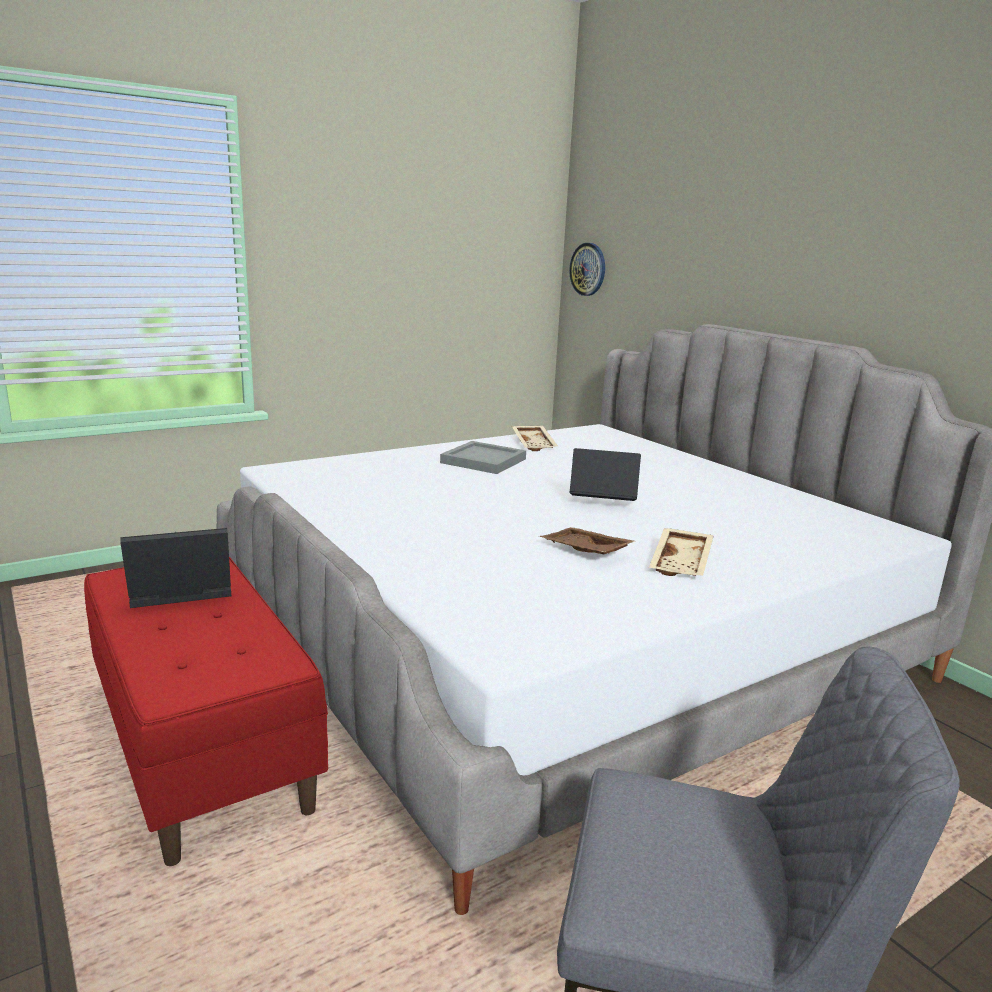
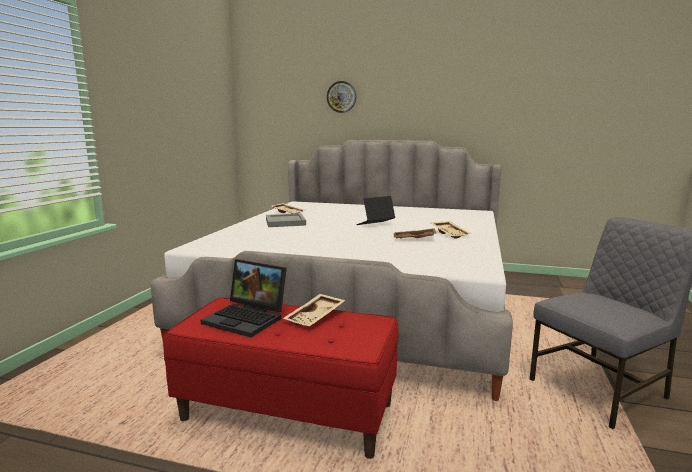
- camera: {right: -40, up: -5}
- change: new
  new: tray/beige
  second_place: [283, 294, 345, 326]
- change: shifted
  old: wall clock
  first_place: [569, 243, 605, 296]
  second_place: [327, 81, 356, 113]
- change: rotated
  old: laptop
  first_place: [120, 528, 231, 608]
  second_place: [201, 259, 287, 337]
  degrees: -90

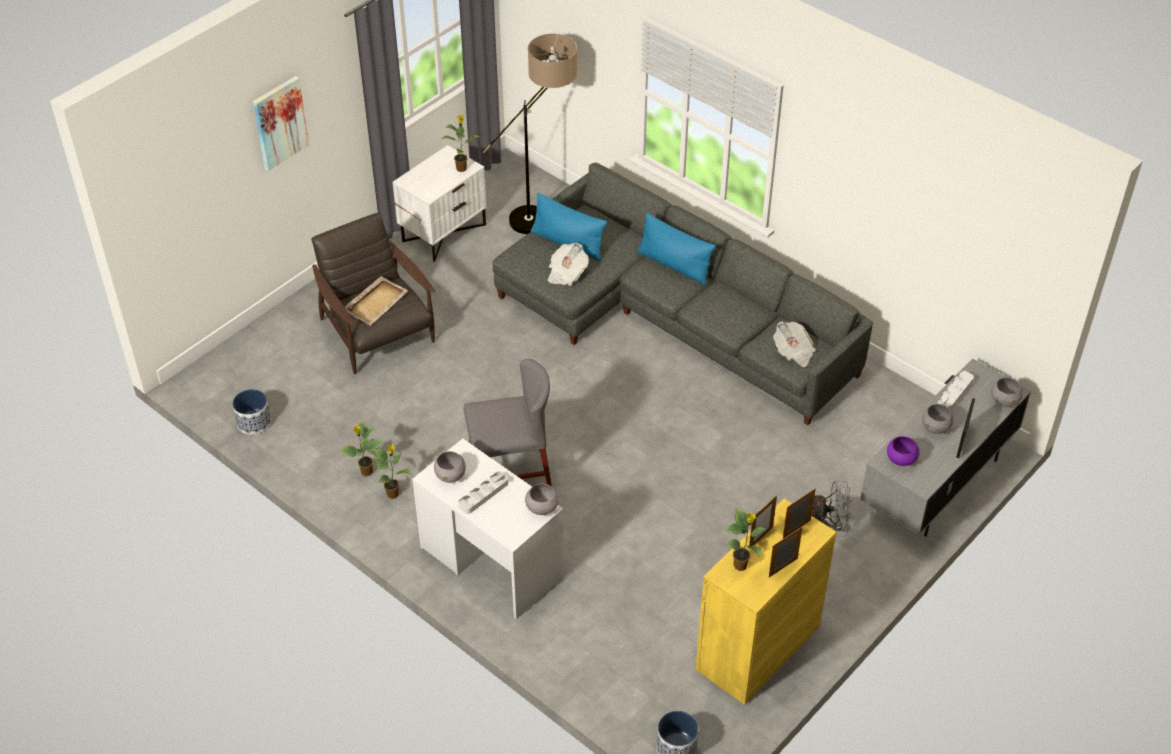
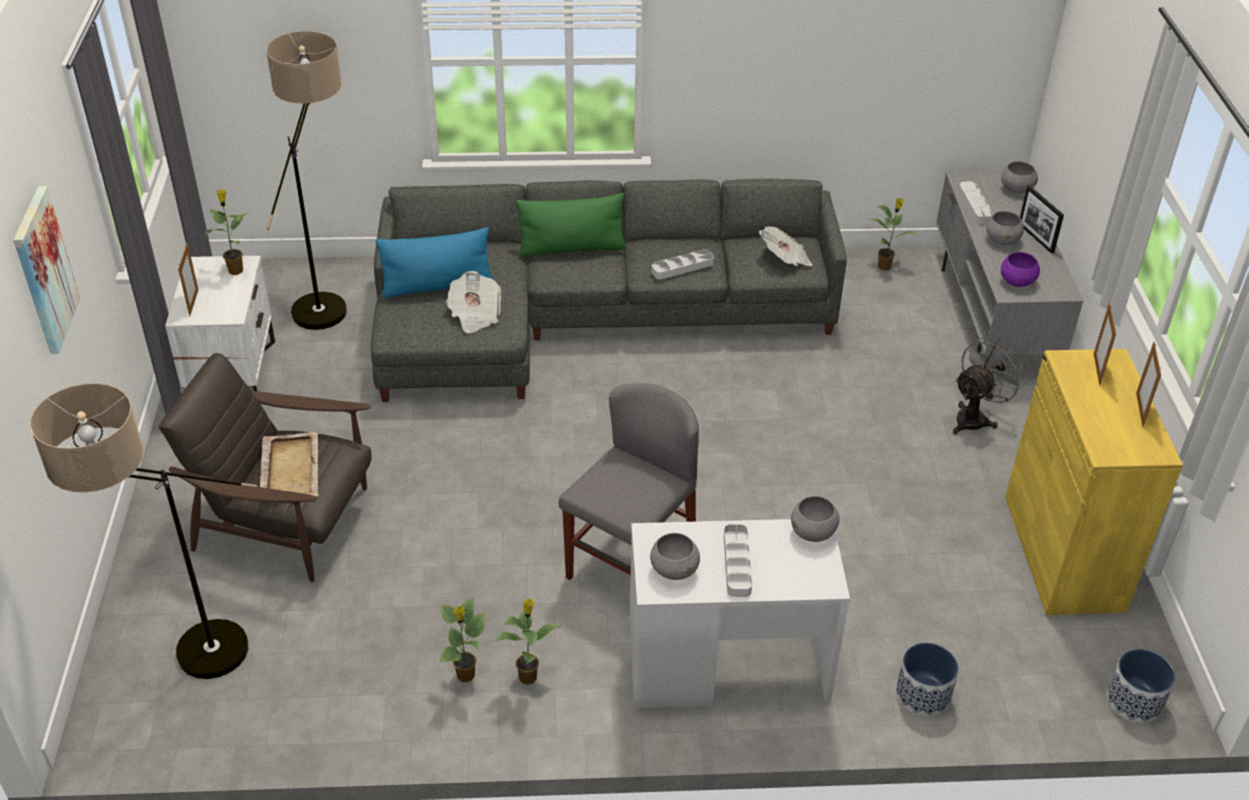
- camera: {right: -45, up: -5}
- change: new
  new: floor lamp
  second_place: [30, 383, 257, 679]
- change: new
  new: tray/grey
  second_place: [651, 249, 714, 279]
- change: shifted
  old: planter
  first_place: [232, 389, 271, 435]
  second_place: [896, 642, 959, 716]
- change: shifted
  old: potted plant
  first_place: [724, 508, 766, 571]
  second_place: [869, 198, 918, 271]
- change: shifted
  old: picture frame
  first_place: [749, 495, 777, 546]
  second_place: [178, 243, 198, 316]
- change: repainted
  old: pillow/blue
  new: pillow/green
  first_place: [637, 213, 716, 285]
  second_place: [516, 193, 627, 257]

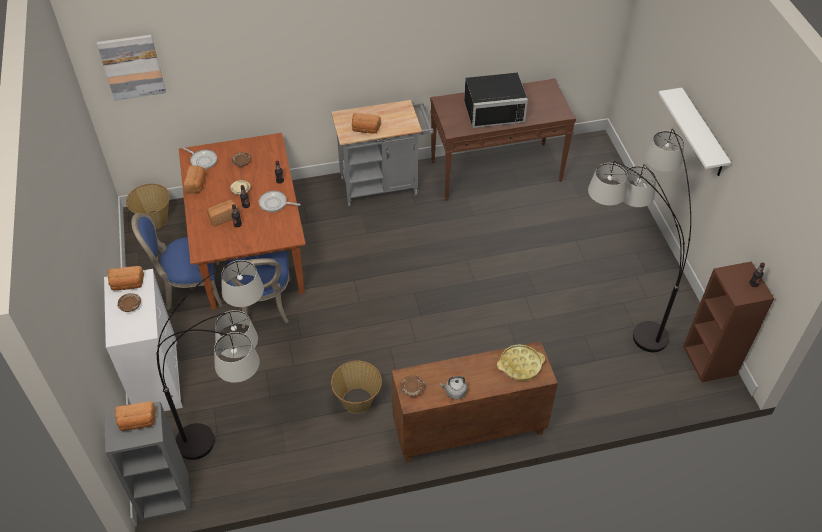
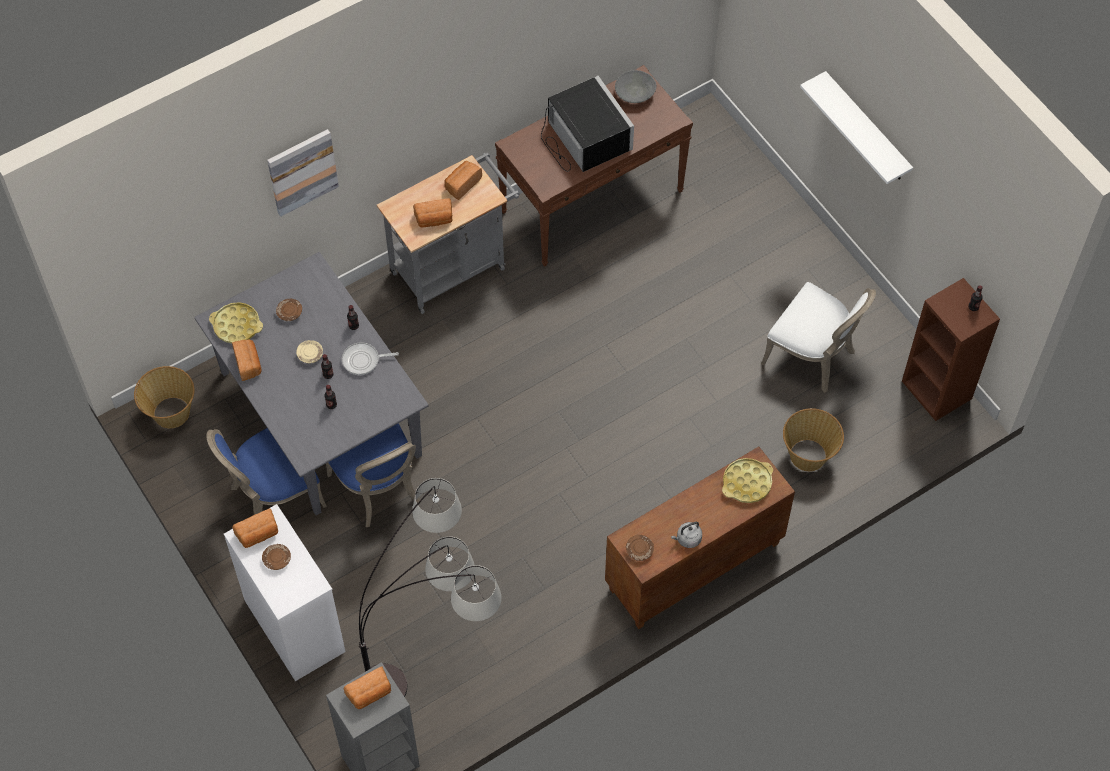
- camera: {right: -20, up: 10}
- change: new
  new: bowl/grey
  second_place: [615, 70, 656, 103]
- change: shifted
  old: picture
  first_place: [97, 35, 166, 100]
  second_place: [267, 129, 339, 217]
- change: shifted
  old: bread
  first_place: [207, 200, 240, 227]
  second_place: [444, 161, 482, 200]
- change: shifted
  old: basket
  first_place: [331, 361, 382, 414]
  second_place: [783, 408, 844, 471]
- change: swapped
  old: frying pan
  new: tray/yellow
  first_place: [182, 147, 217, 169]
  second_place: [209, 302, 263, 343]
- change: swapped
  old: floor lamp
  new: chair/white
  first_place: [588, 129, 691, 352]
  second_place: [761, 282, 876, 393]
- change: repainted
  old: dining table/brown
  new: dining table/grey
  first_place: [179, 133, 306, 310]
  second_place: [194, 252, 429, 515]
- change: rotated
  old: microwave/black
  first_place: [464, 73, 528, 128]
  second_place: [541, 76, 634, 172]
  degrees: -90

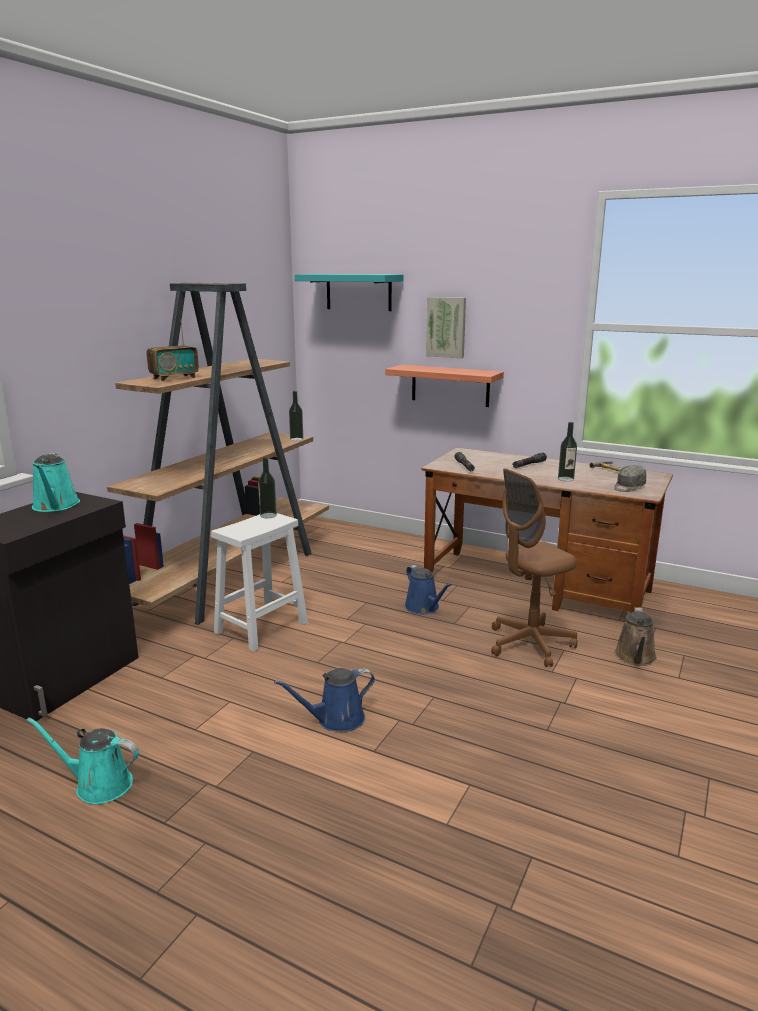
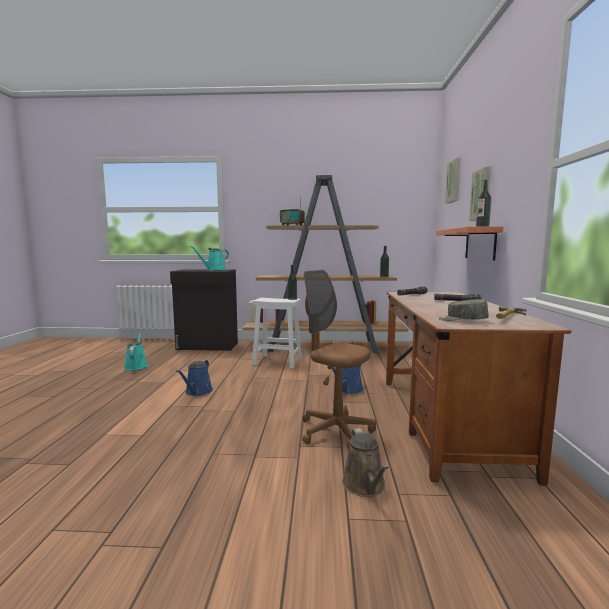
- camera: {right: 65, up: -10}
- change: shifted
  old: bottle
  first_place: [558, 422, 577, 481]
  second_place: [476, 180, 491, 227]
- change: swapped
  old: shelf/turquoise
  new: picture
  first_place: [295, 274, 404, 311]
  second_place: [445, 158, 461, 204]
- change: rotated
  old: watering can/blue
  first_place: [274, 668, 375, 731]
  second_place: [176, 360, 213, 396]
  degrees: -120
- change: rotated
  old: watering can/brown
  first_place: [614, 607, 657, 666]
  second_place: [342, 428, 389, 497]
  degrees: -90

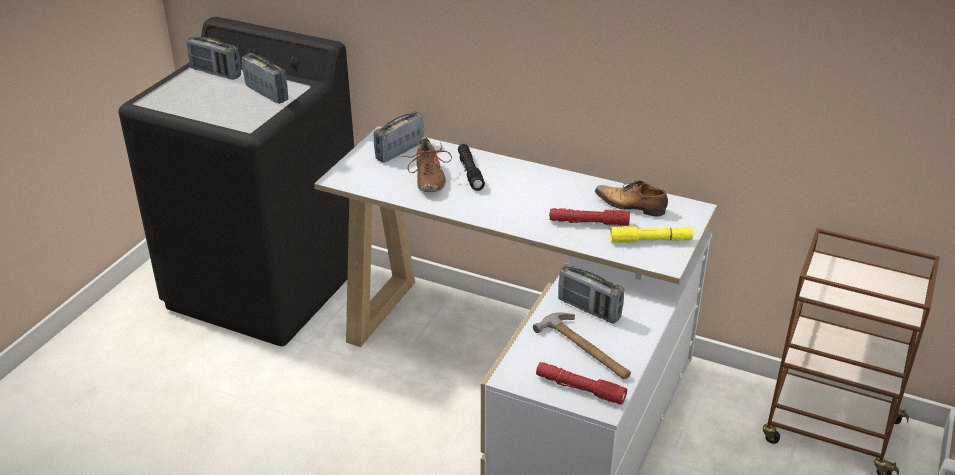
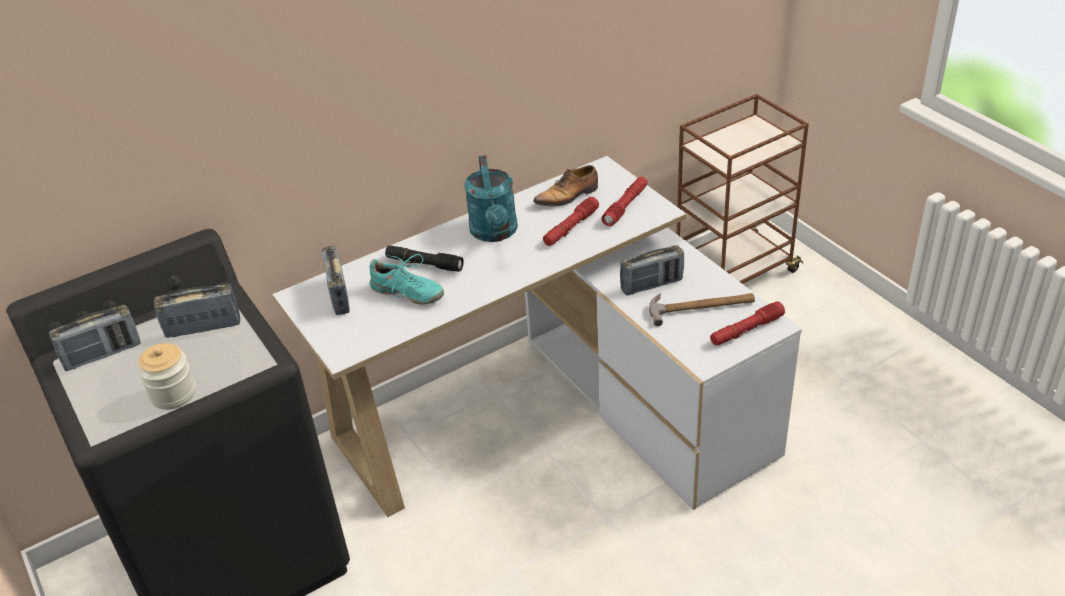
- camera: {right: -55, up: 5}
- change: new
  new: jar
  second_place: [138, 343, 196, 410]
- change: new
  new: watering can/turquoise
  second_place: [464, 155, 518, 242]
- change: repainted
  old: shoe/brown
  new: shoe/turquoise
  first_place: [402, 137, 452, 192]
  second_place: [370, 254, 444, 305]
- change: repainted
  old: flashlight/yellow
  new: flashlight/red
  first_place: [610, 226, 693, 243]
  second_place: [602, 177, 648, 226]

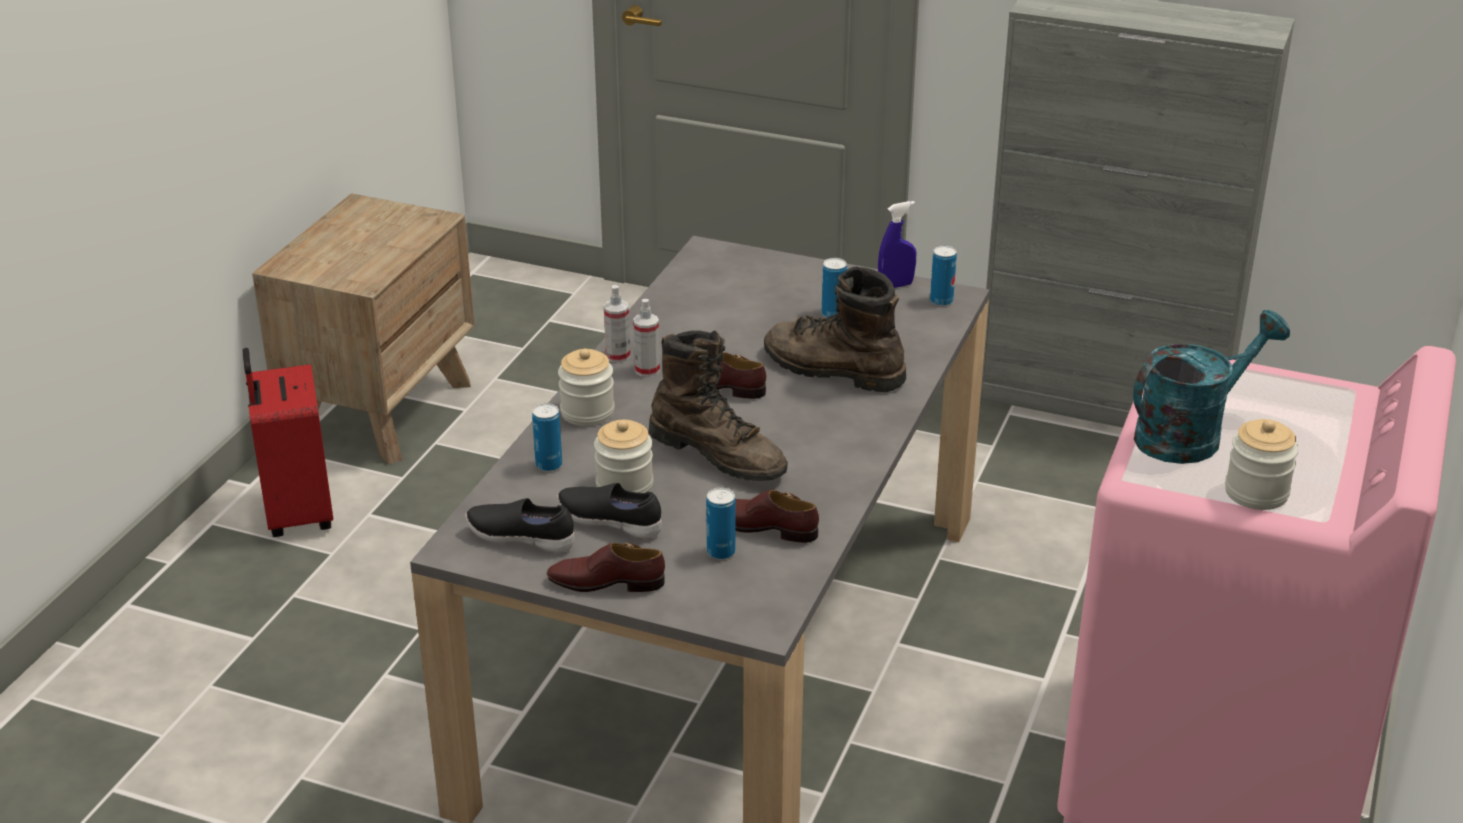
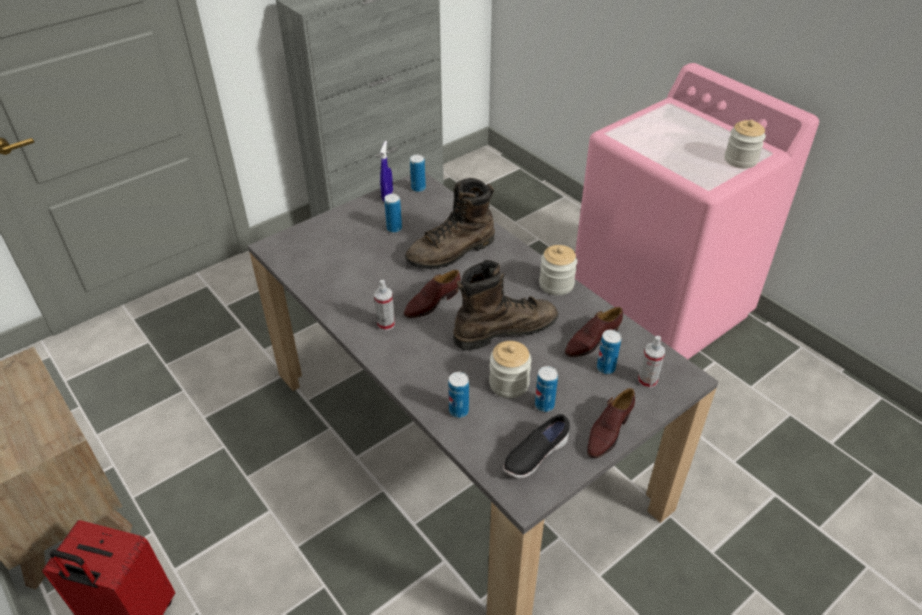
- camera: {right: -60, up: 10}
- change: gone
  old: watering can/turquoise
  first_place: [1133, 310, 1290, 464]
- change: shifted
  old: jar
  first_place: [558, 349, 615, 426]
  second_place: [539, 245, 577, 296]
- change: shifted
  old: spray bottle
  first_place: [604, 285, 630, 363]
  second_place: [638, 336, 665, 388]
- change: swapped
  old: shoe/black
  new: can
  first_place: [557, 483, 662, 539]
  second_place: [535, 366, 558, 412]

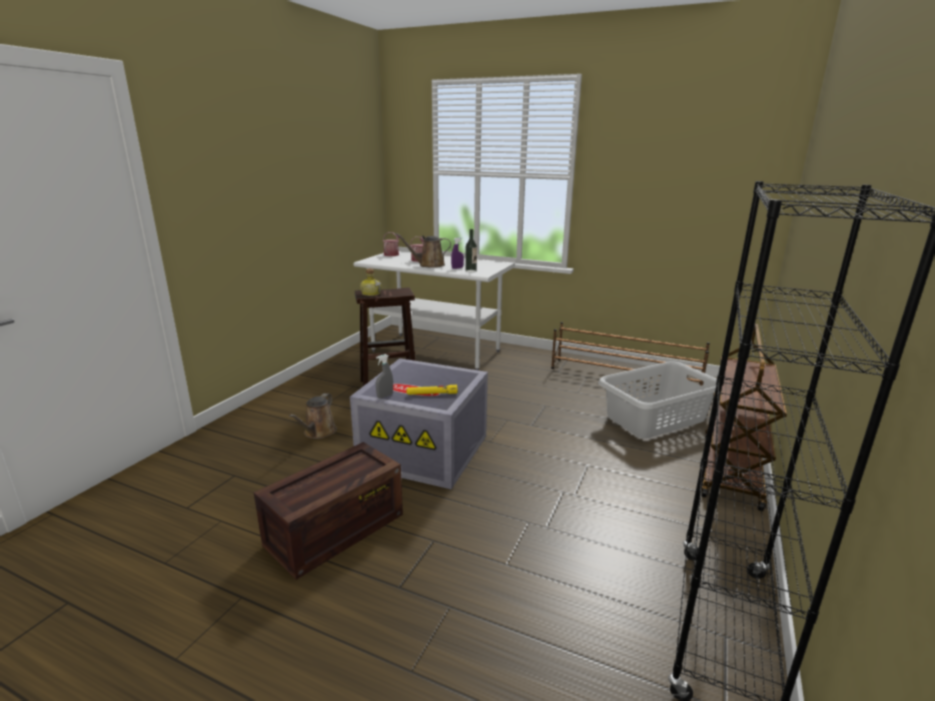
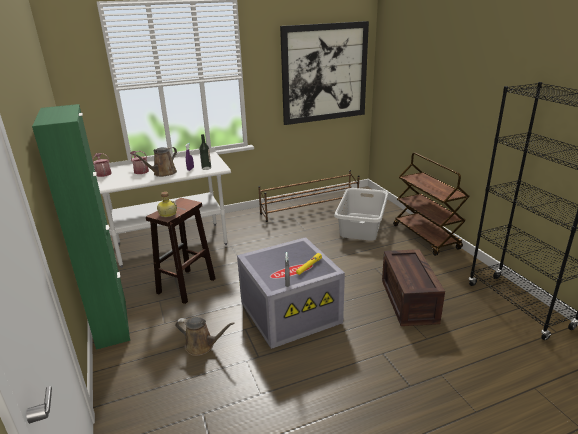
- camera: {right: -45, up: 5}
- change: new
  new: cabinet/green
  second_place: [32, 104, 130, 350]
- change: new
  new: picture
  second_place: [280, 21, 369, 125]
- change: shifted
  old: crate
  first_place: [254, 442, 403, 580]
  second_place: [382, 249, 445, 326]
- change: rotated
  old: watering can/brown
  first_place: [289, 393, 337, 439]
  second_place: [175, 317, 235, 356]
  degrees: -45

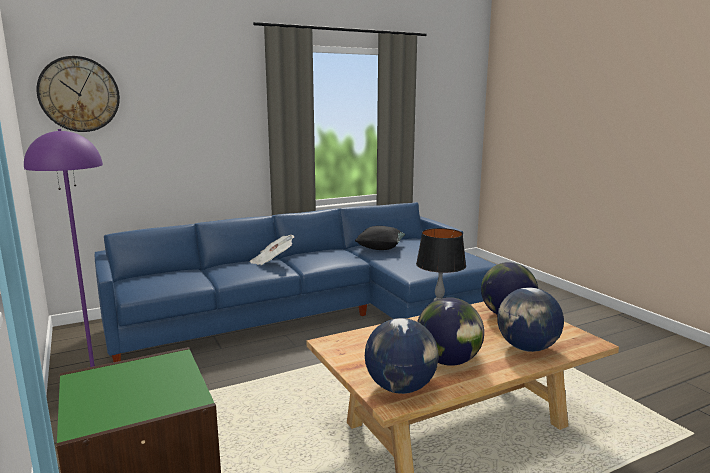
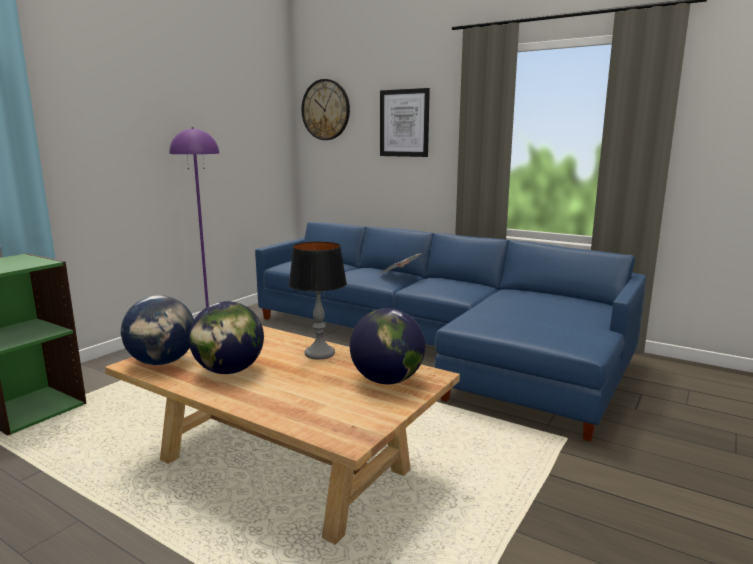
- camera: {right: 60, up: 0}
- change: gone
  old: pillow/black
  first_place: [355, 226, 406, 250]
- change: gone
  old: globe
  first_place: [497, 287, 564, 352]
- change: new
  new: picture
  second_place: [380, 88, 430, 157]

